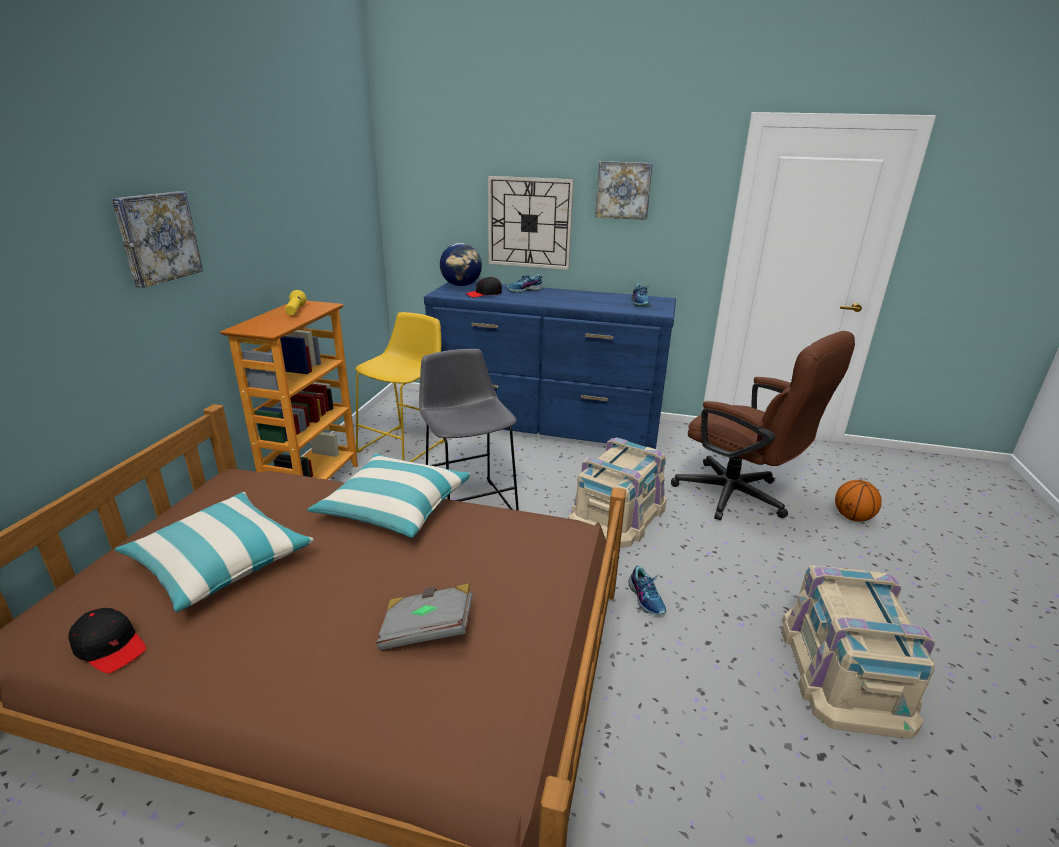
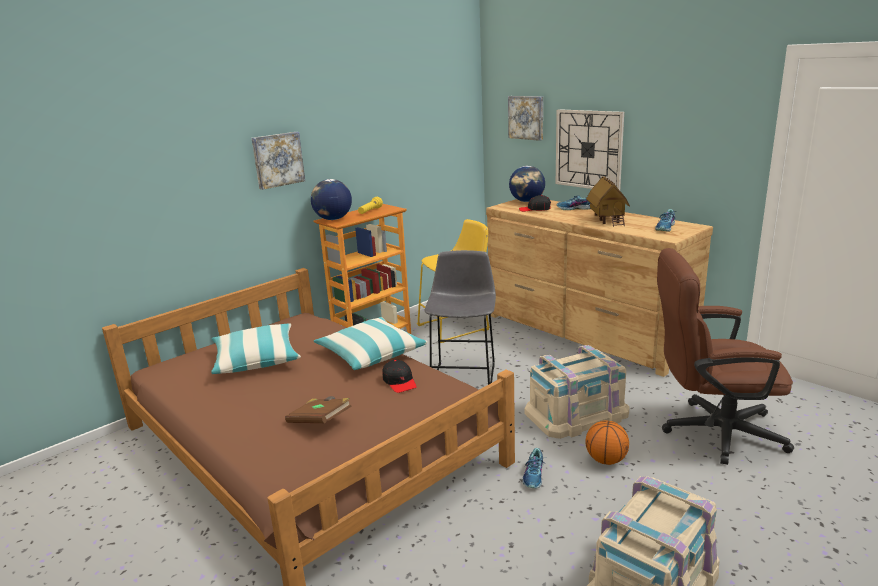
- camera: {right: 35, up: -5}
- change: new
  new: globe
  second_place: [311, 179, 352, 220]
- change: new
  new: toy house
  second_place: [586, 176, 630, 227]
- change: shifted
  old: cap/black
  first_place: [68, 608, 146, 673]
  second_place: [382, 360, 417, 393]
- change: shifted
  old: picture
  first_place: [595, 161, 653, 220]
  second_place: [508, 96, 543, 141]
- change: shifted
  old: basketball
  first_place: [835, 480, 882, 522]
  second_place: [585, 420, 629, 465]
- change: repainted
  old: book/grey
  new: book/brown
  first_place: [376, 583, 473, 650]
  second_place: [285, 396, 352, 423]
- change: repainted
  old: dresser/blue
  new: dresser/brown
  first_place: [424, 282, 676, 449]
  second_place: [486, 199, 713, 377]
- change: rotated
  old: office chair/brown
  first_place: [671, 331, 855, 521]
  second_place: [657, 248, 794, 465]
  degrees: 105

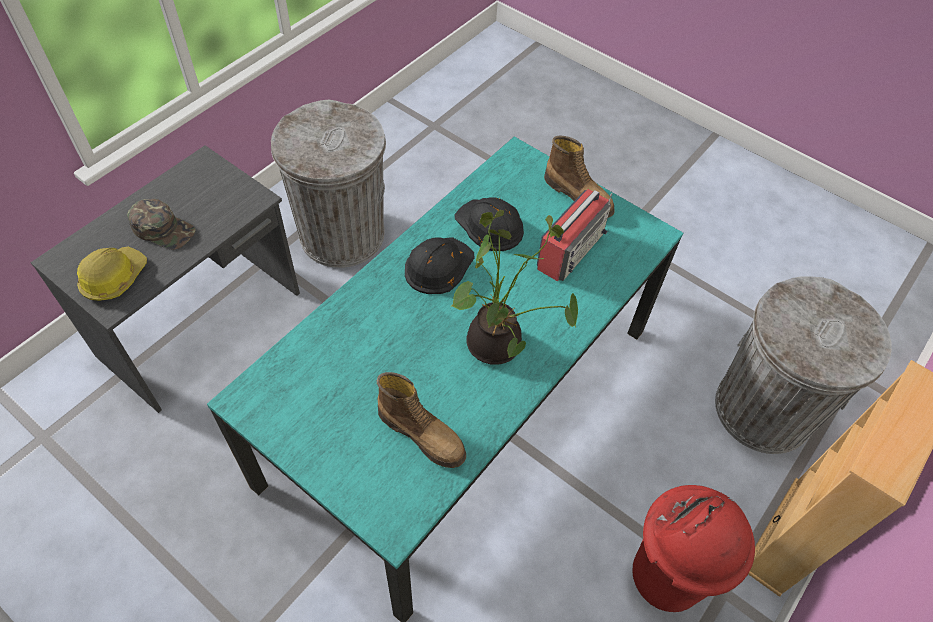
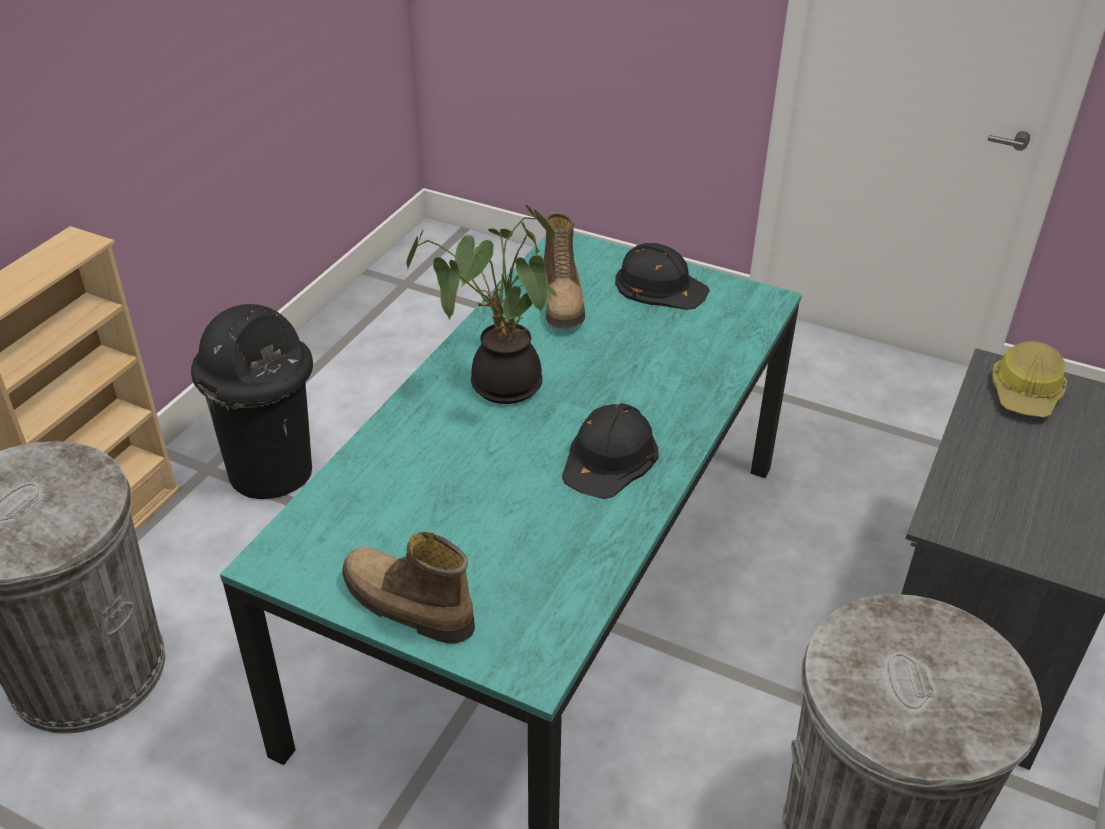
- camera: {right: 170, up: -15}
- change: gone
  old: cap/green
  first_place: [127, 199, 196, 250]
- change: gone
  old: radio
  first_place: [537, 189, 612, 282]
- change: shifted
  old: hard hat/black
  first_place: [454, 197, 524, 251]
  second_place: [615, 243, 710, 310]
- change: repainted
  old: trash can/red
  new: trash can/black
  first_place: [632, 485, 755, 612]
  second_place: [191, 304, 313, 499]
- change: rotated
  old: boot
  first_place: [377, 372, 466, 468]
  second_place: [544, 212, 585, 329]
  degrees: -120

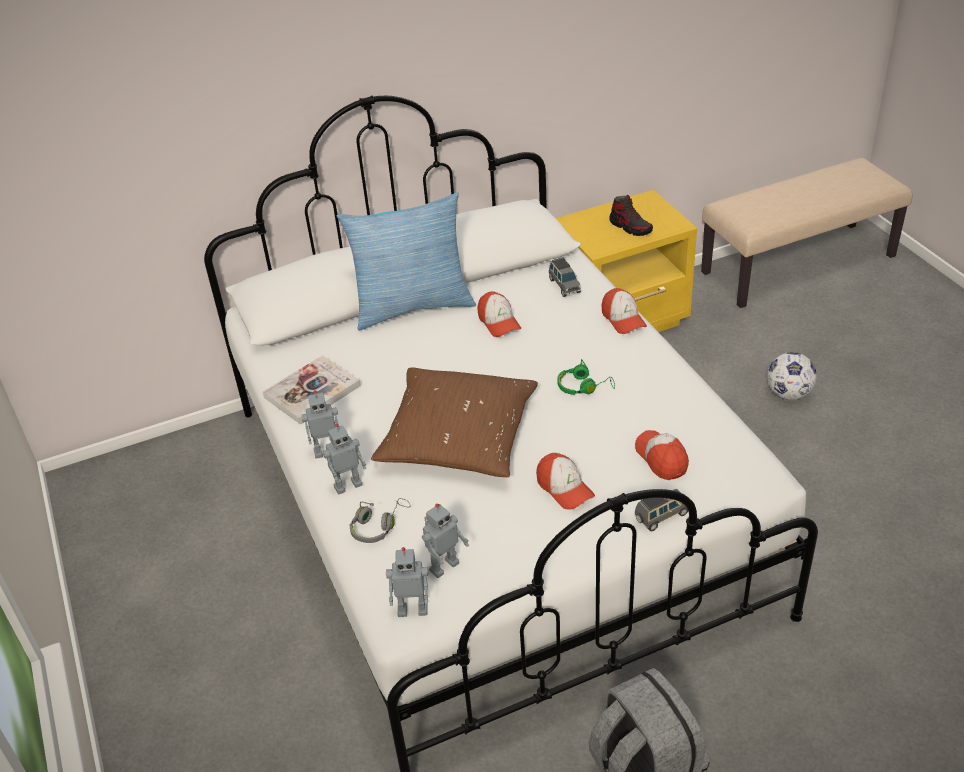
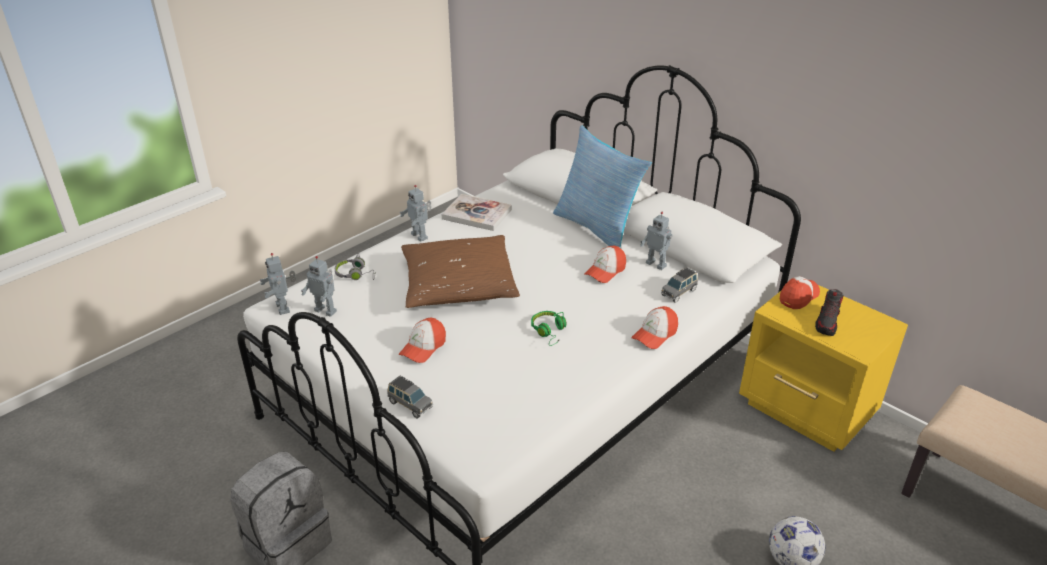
- camera: {right: 65, up: -5}
- change: shifted
  old: toy robot
  first_place: [323, 424, 367, 494]
  second_place: [640, 212, 673, 270]
- change: shifted
  old: cap
  first_place: [635, 430, 689, 480]
  second_place: [780, 276, 820, 309]

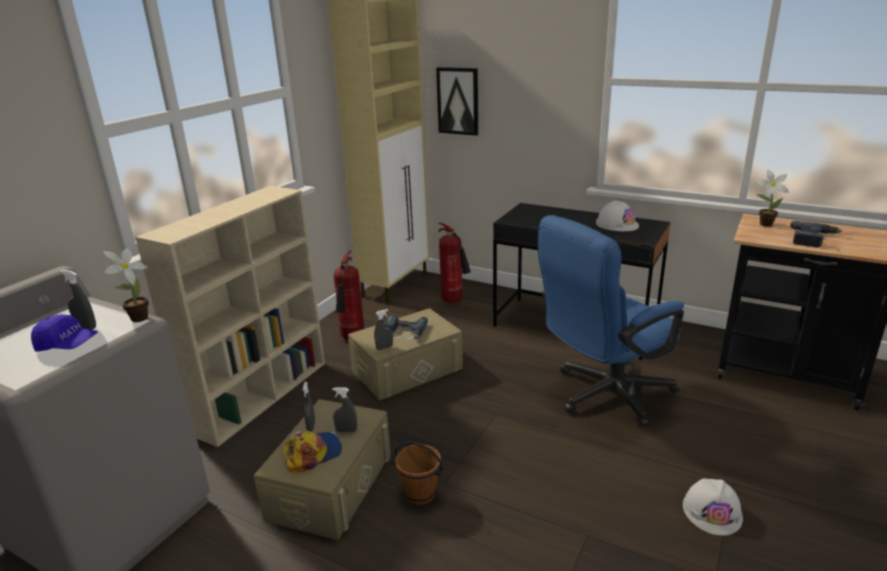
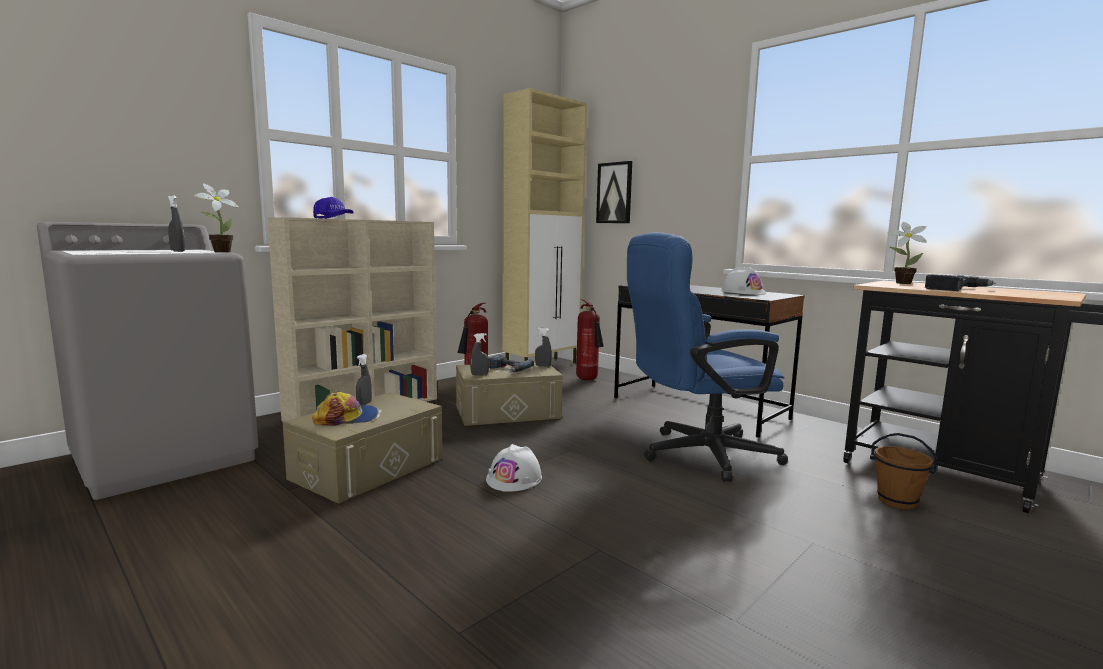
- camera: {right: 15, up: -15}
- change: shifted
  old: cap/blue
  first_place: [31, 314, 98, 352]
  second_place: [313, 197, 353, 219]
- change: shifted
  old: spray bottle/grey
  first_place: [333, 388, 357, 433]
  second_place: [535, 328, 552, 367]
- change: shifted
  old: bucket/brown
  first_place: [394, 442, 444, 505]
  second_place: [870, 433, 938, 510]
- change: shifted
  old: hard hat/white
  first_place: [683, 478, 743, 536]
  second_place: [486, 444, 542, 492]

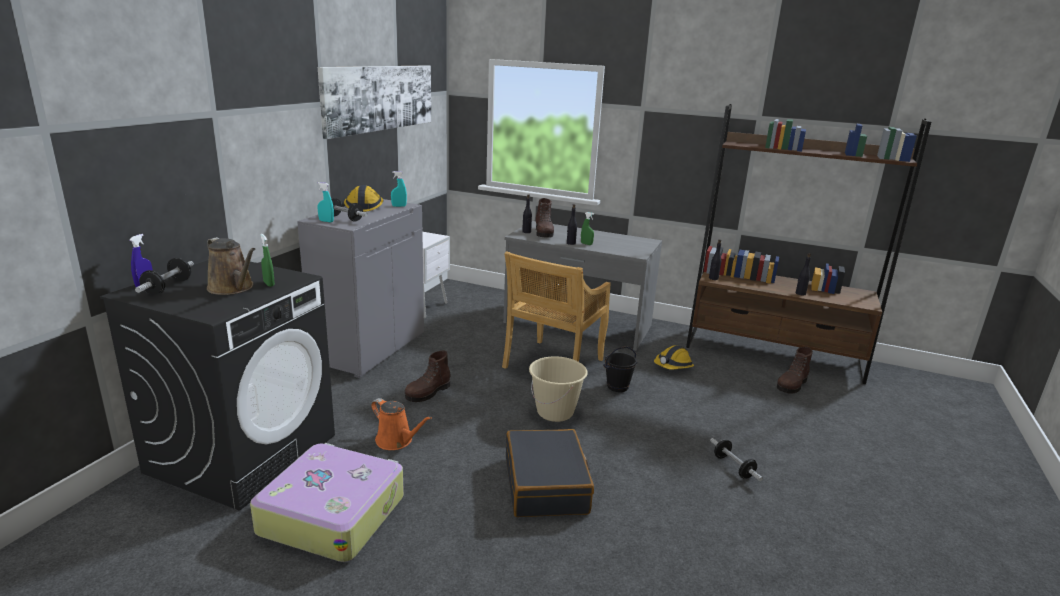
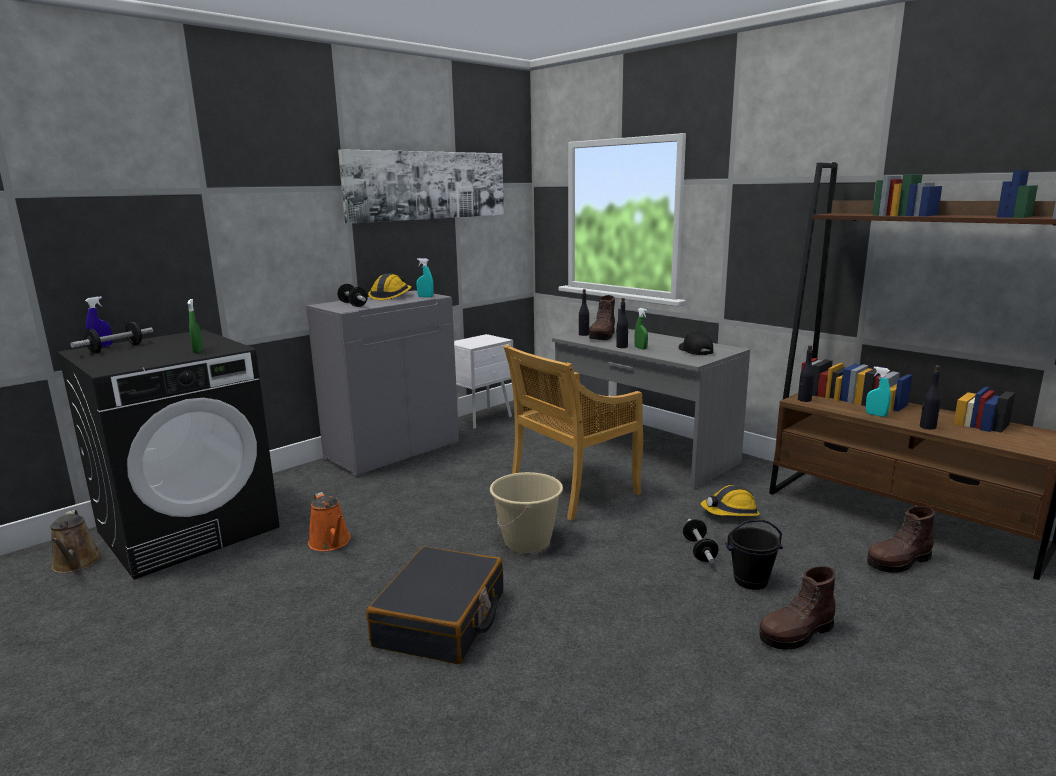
- camera: {right: 25, up: -5}
- change: gone
  old: suitcase
  first_place: [250, 443, 404, 562]
- change: new
  new: cap/black
  second_place: [679, 331, 713, 355]
- change: shifted
  old: watering can/brown
  first_place: [207, 237, 255, 295]
  second_place: [50, 510, 102, 573]
- change: shifted
  old: spray bottle/turquoise
  first_place: [318, 182, 334, 222]
  second_place: [866, 367, 891, 417]
- change: shifted
  old: boot/brown
  first_place: [405, 350, 451, 402]
  second_place: [760, 566, 835, 650]
- change: shifted
  old: bucket/black
  first_place: [603, 346, 637, 392]
  second_place: [726, 519, 783, 590]
- change: shifted
  old: dumbbell
  first_place: [710, 438, 763, 481]
  second_place: [683, 519, 719, 564]

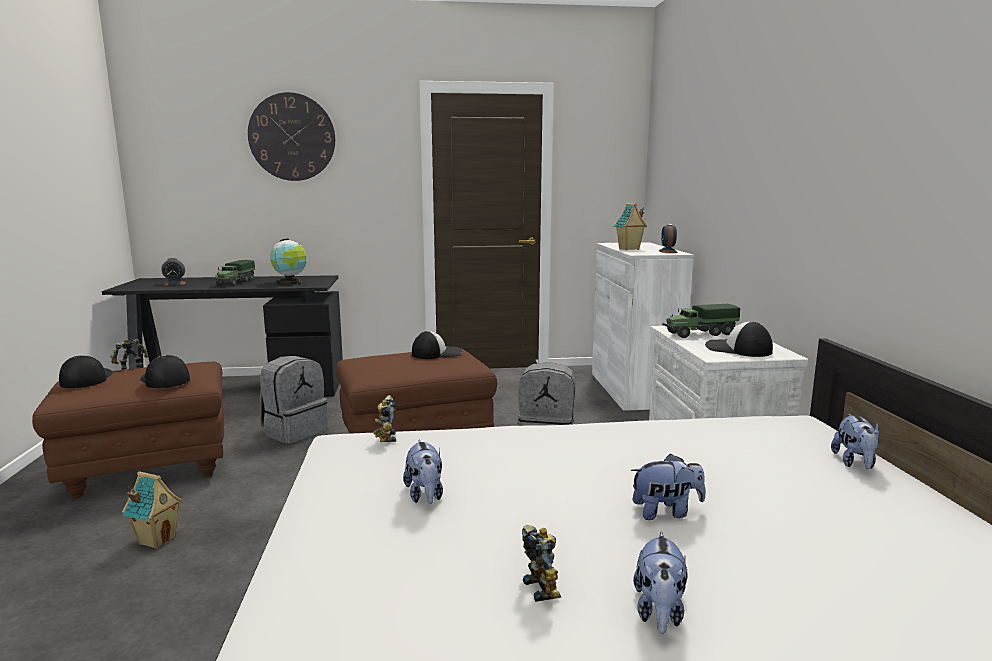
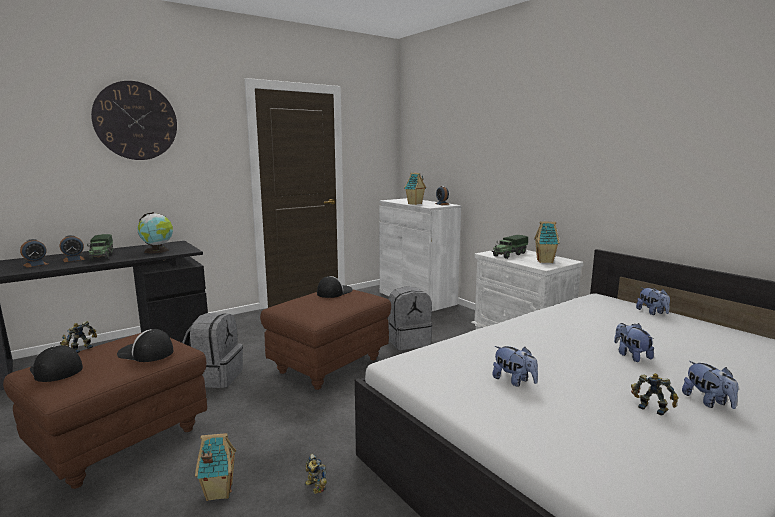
- camera: {right: -30, up: 0}
- change: new
  new: alarm clock
  second_place: [59, 235, 85, 262]
- change: shifted
  old: toy robot
  first_place: [373, 395, 396, 442]
  second_place: [305, 454, 327, 494]
- change: swapped
  old: cap
  new: toy house
  first_place: [705, 321, 773, 357]
  second_place: [534, 221, 560, 263]
- change: rotated
  old: plush toy
  first_place: [631, 454, 705, 520]
  second_place: [614, 323, 654, 362]
  degrees: -75

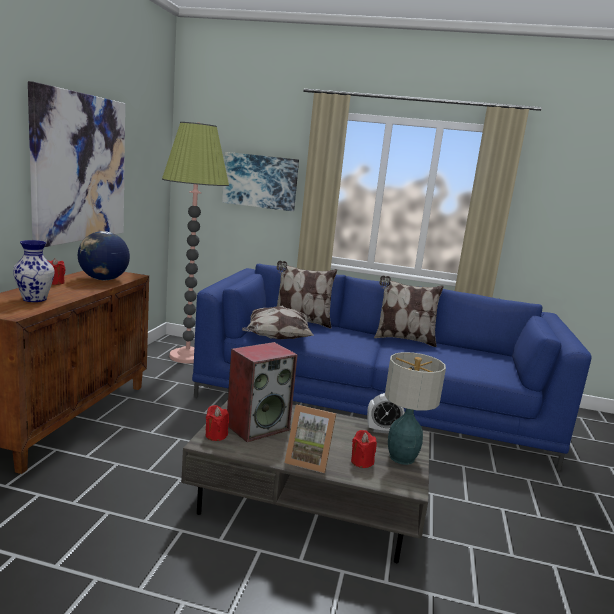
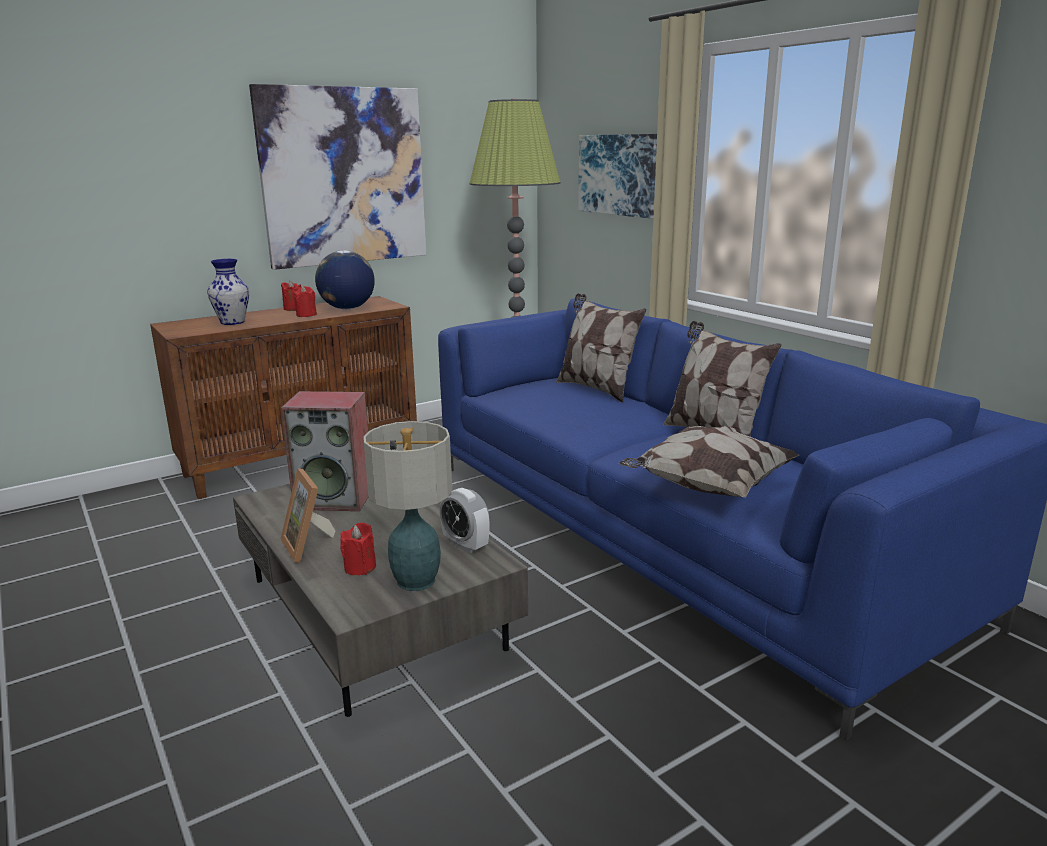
- camera: {right: 45, up: 5}
- change: shifted
  old: candle/red
  first_place: [206, 405, 229, 441]
  second_place: [293, 286, 317, 317]
- change: shifted
  old: pillow
  first_place: [242, 306, 314, 339]
  second_place: [619, 426, 799, 498]

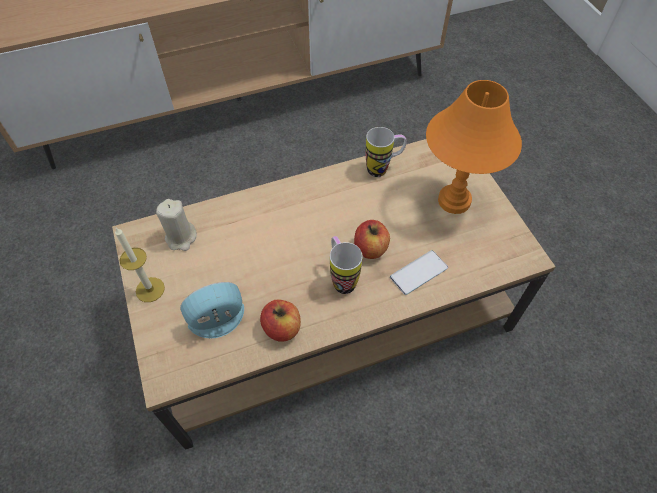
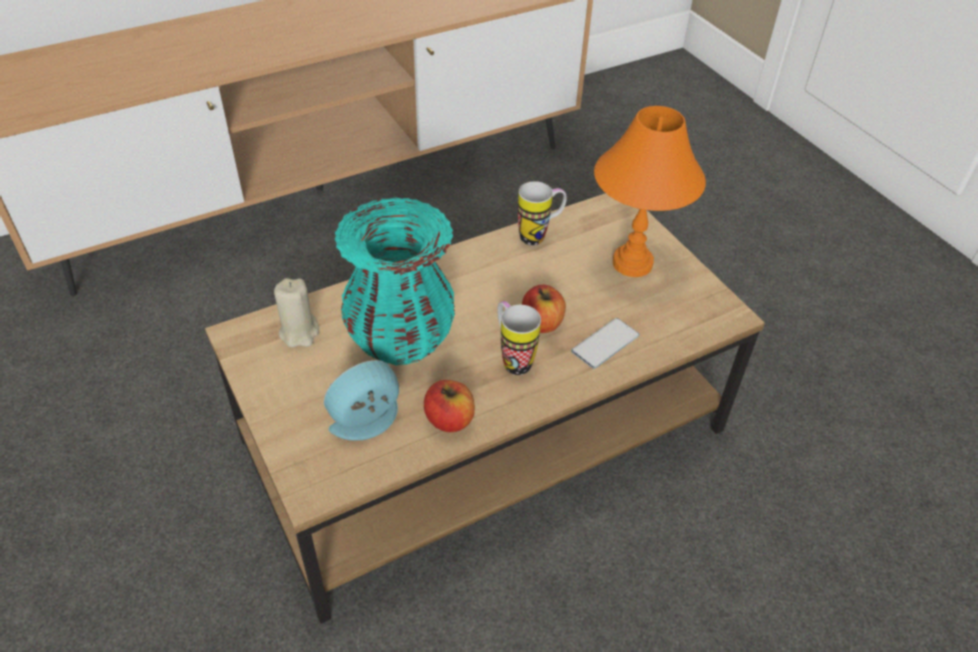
- camera: {right: -10, up: -10}
- change: gone
  old: candle
  first_place: [115, 228, 165, 302]
- change: new
  new: vase/turquoise
  second_place: [334, 197, 455, 366]

